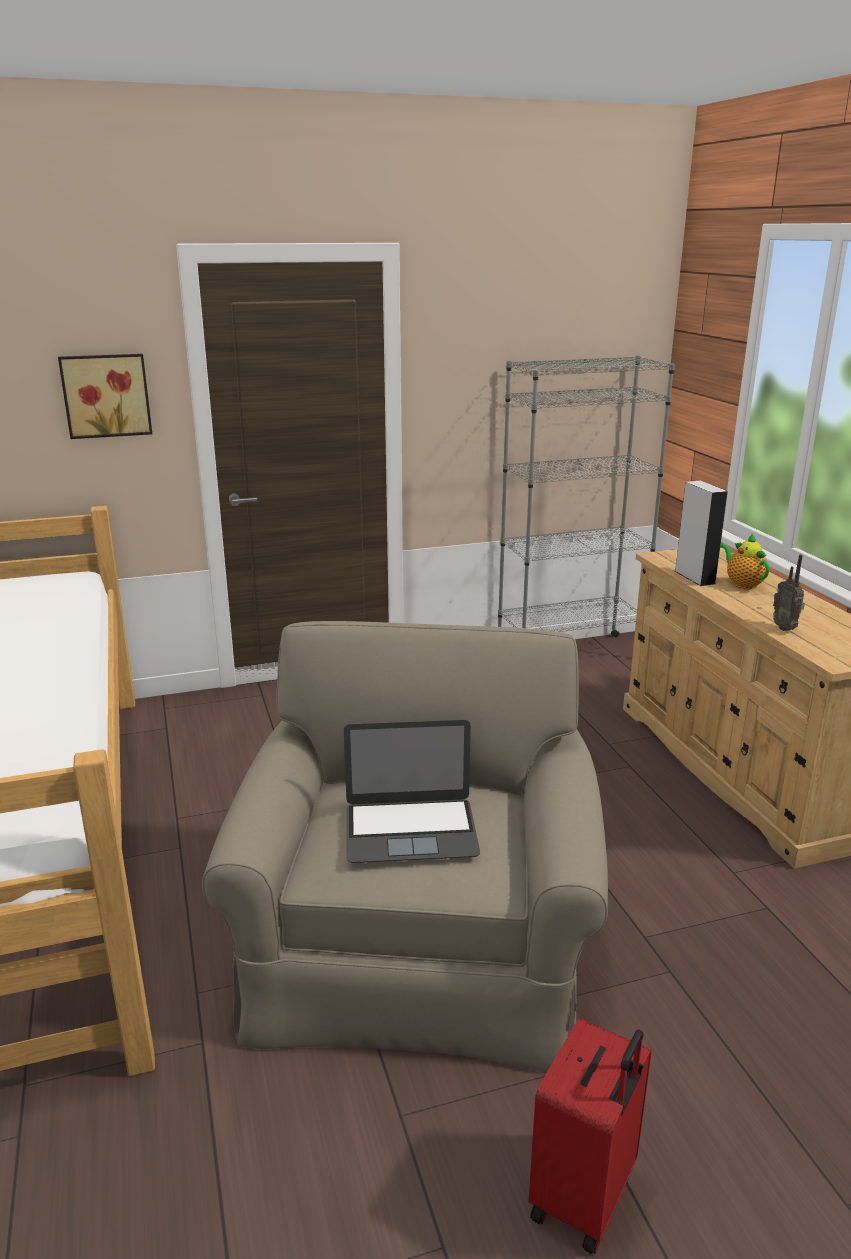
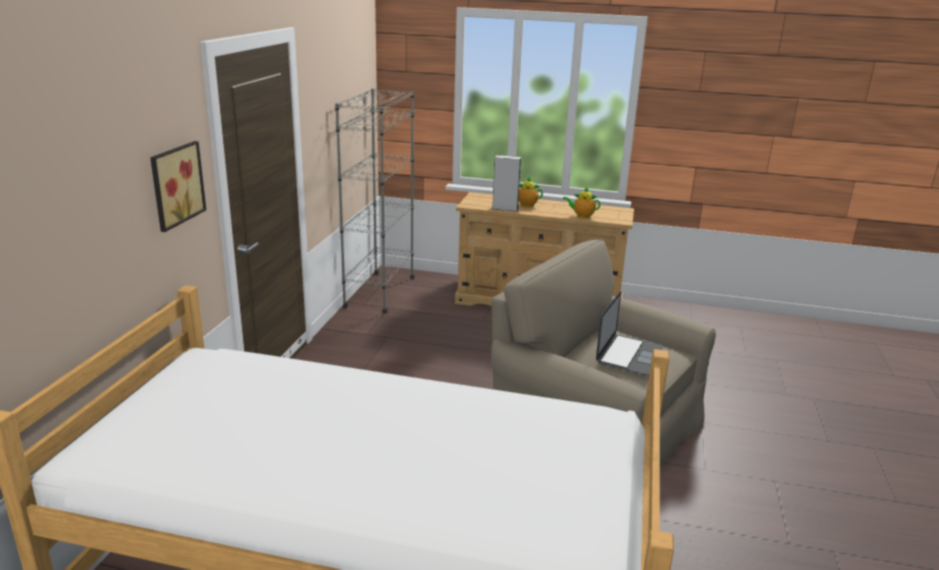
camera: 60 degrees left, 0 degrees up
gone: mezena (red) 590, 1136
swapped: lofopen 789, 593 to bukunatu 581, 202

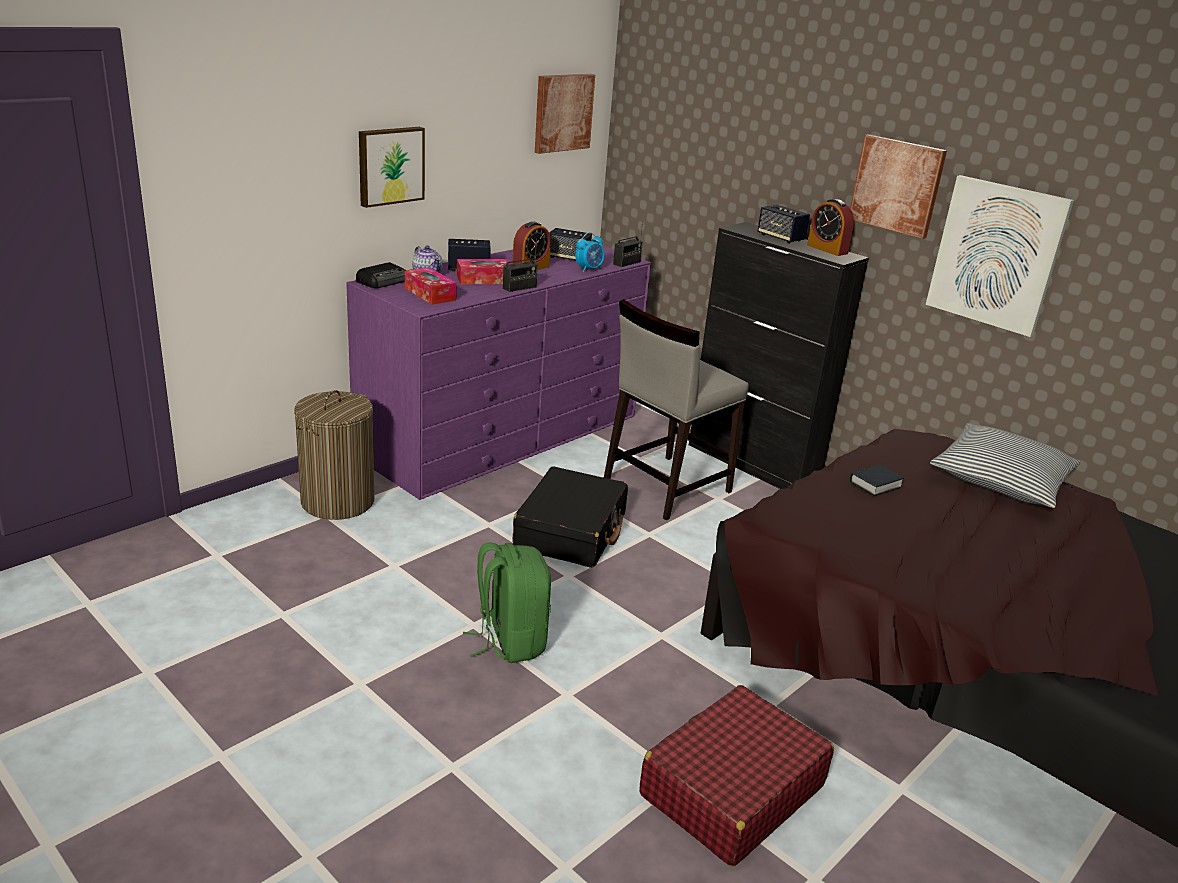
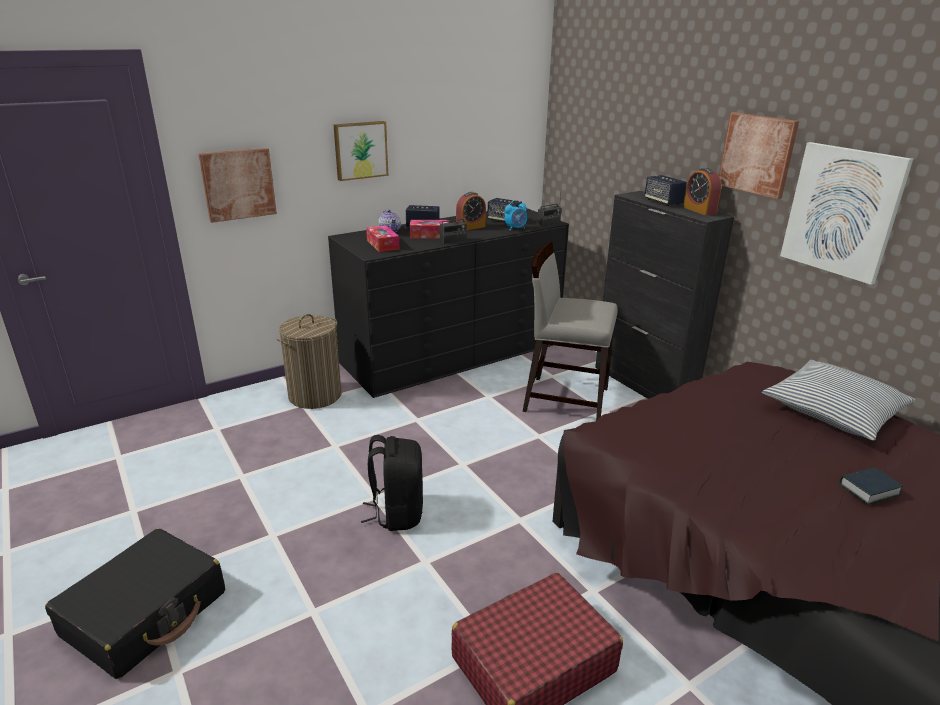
camera: 15 degrees right, 0 degrees up
gone: lofopen 381, 275
shifted: mezena (black) 570, 517 to 135, 603; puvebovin 565, 114 to 238, 185; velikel 877, 480 to 871, 485
repainted: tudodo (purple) 498, 372 to tudodo (black) 448, 303; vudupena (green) 507, 602 to vudupena (black) 392, 483
rotated: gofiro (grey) 676, 409 = 570, 331 45 degrees clockwise

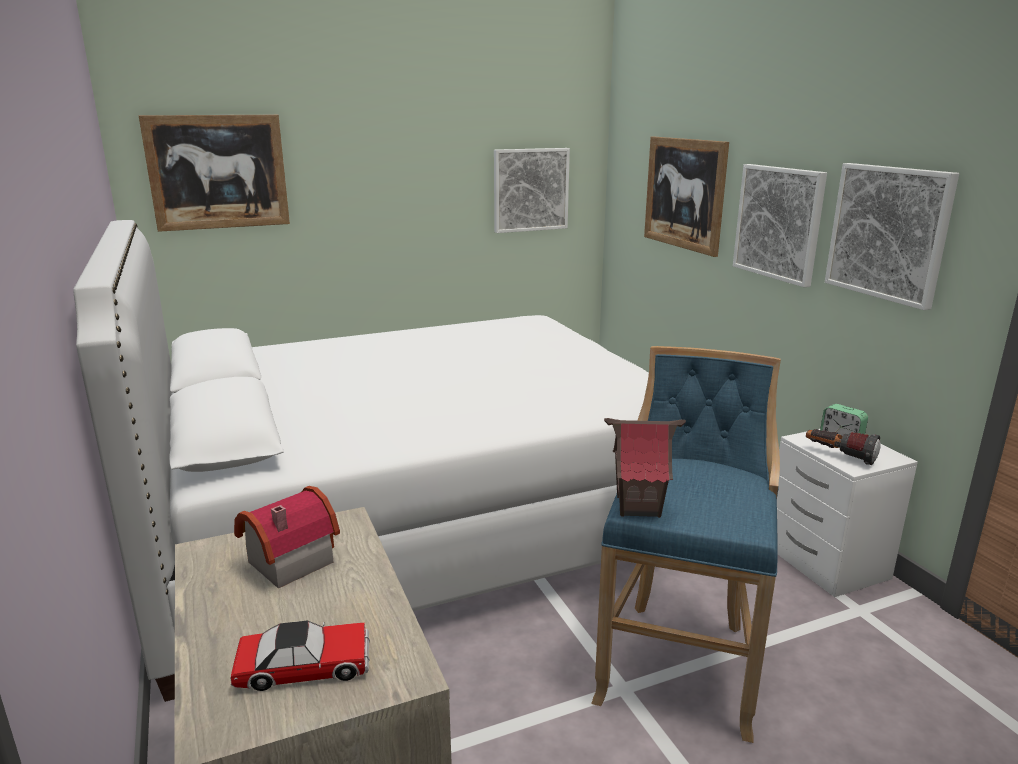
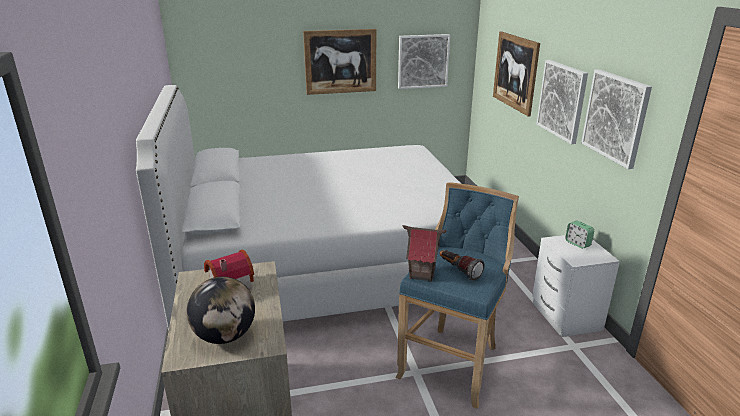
camera: 10 degrees right, 5 degrees up
shifted: puvebovin 214, 173 to 339, 62; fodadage 843, 447 to 462, 265
swapped: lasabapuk 300, 655 to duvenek 221, 310

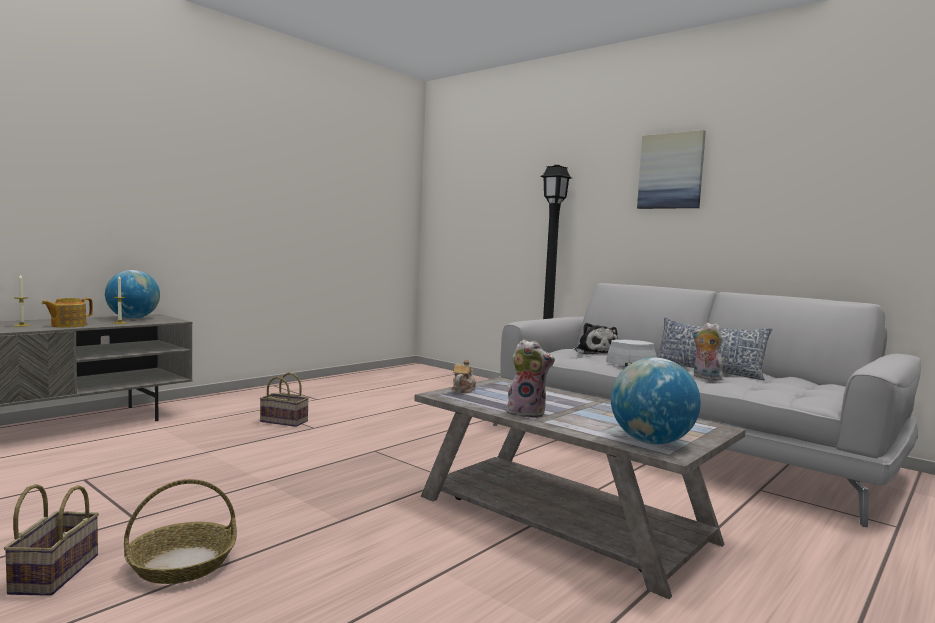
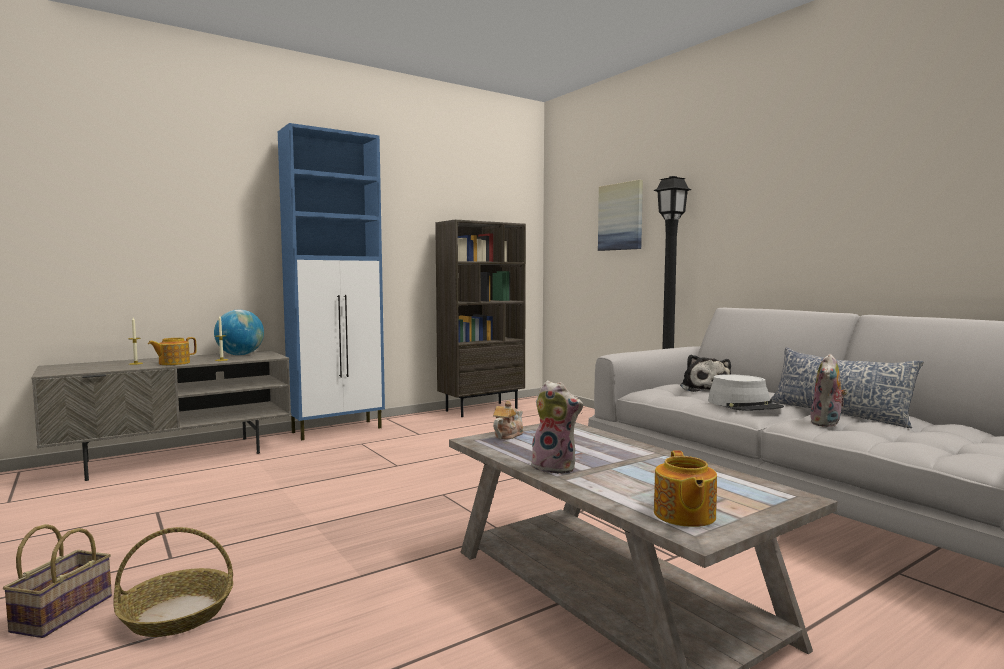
camera: 15 degrees right, 0 degrees up
gone: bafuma 284, 399
new: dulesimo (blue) 331, 281; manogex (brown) 480, 318
shifted: puvebovin 671, 169 to 620, 215
swapped: duvenek 656, 400 to bukunatu 685, 488
rotated: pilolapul 707, 352 = 829, 390 120 degrees counterclockwise

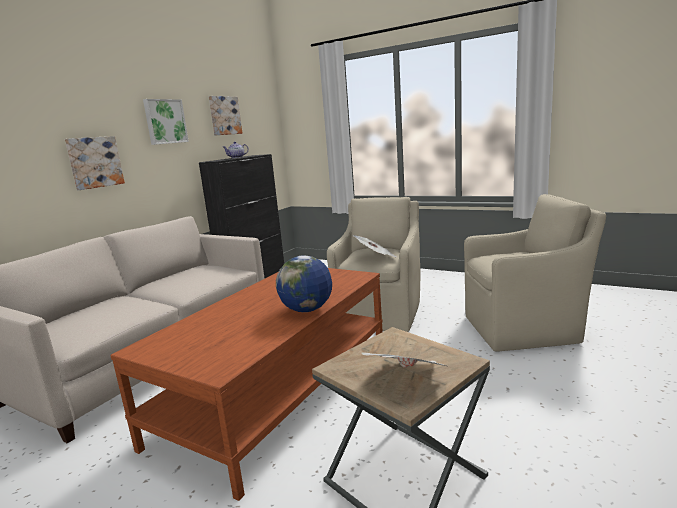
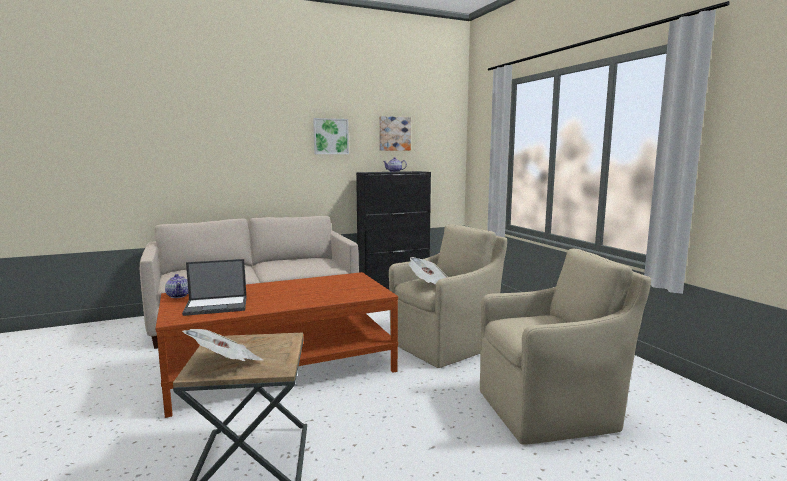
camera: 35 degrees right, 5 degrees down
gone: puvebovin 95, 163; duvenek 304, 283
new: bukunatu 176, 286; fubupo 214, 287
rotated: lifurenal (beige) 535, 272 = 565, 346 45 degrees counterclockwise

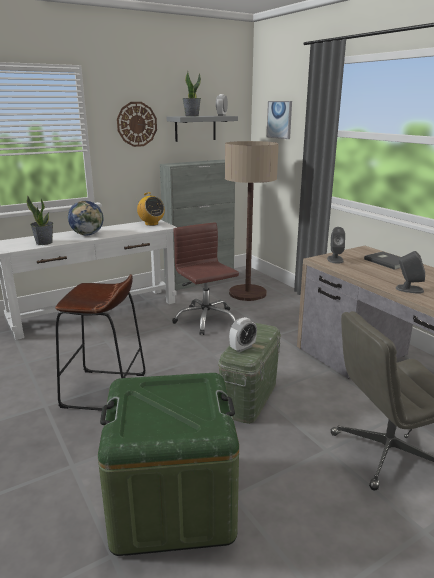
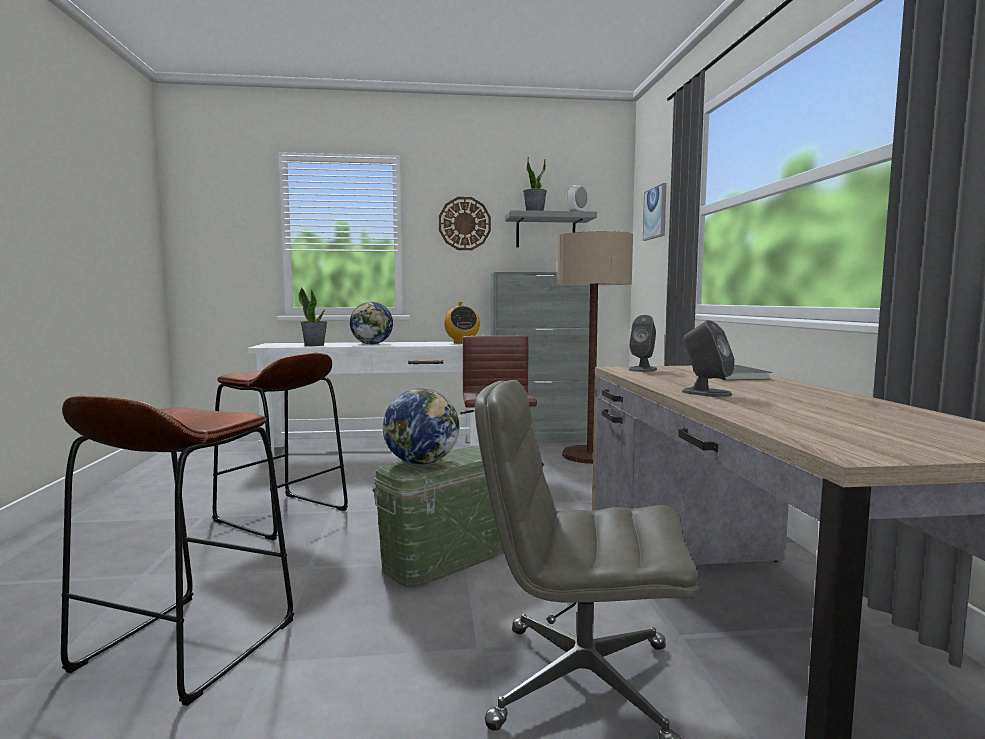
camera: 25 degrees right, 15 degrees down
swapped: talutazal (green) 168, 464 to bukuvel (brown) 177, 551; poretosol 243, 334 to duvenek 420, 427

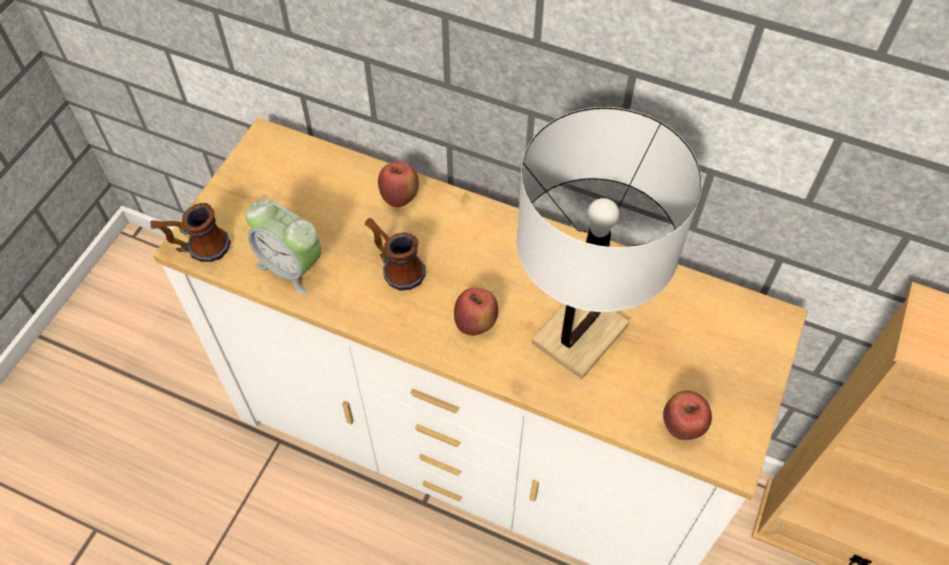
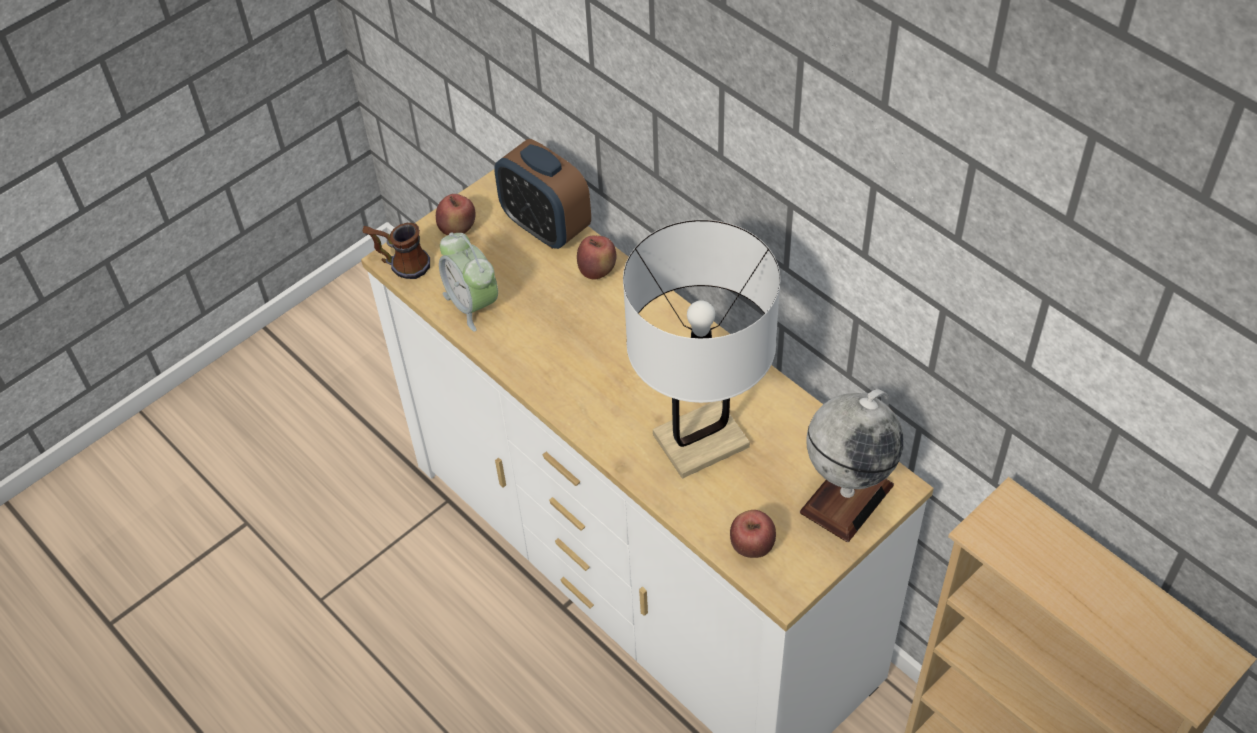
camera: 25 degrees right, 5 degrees down
gone: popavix 395, 254
new: poretosol 542, 194; duvenek 851, 465
shifted: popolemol 476, 312 to 456, 214

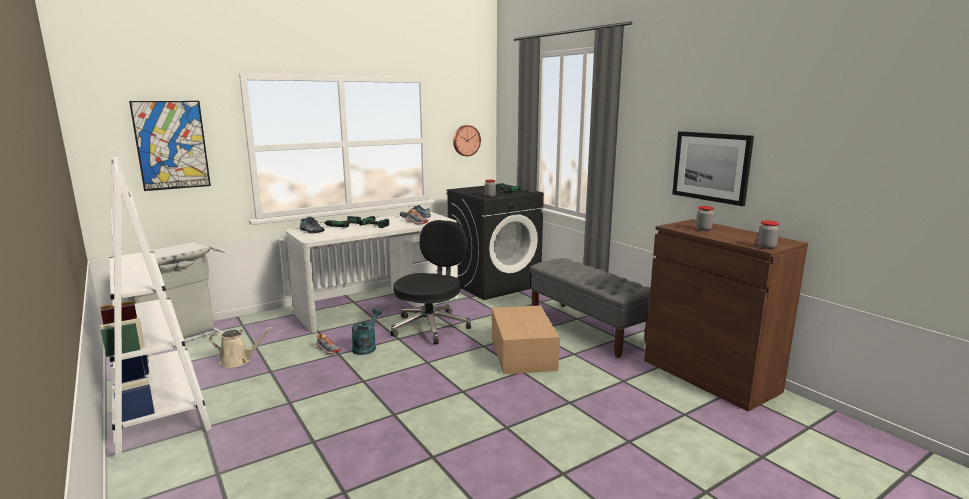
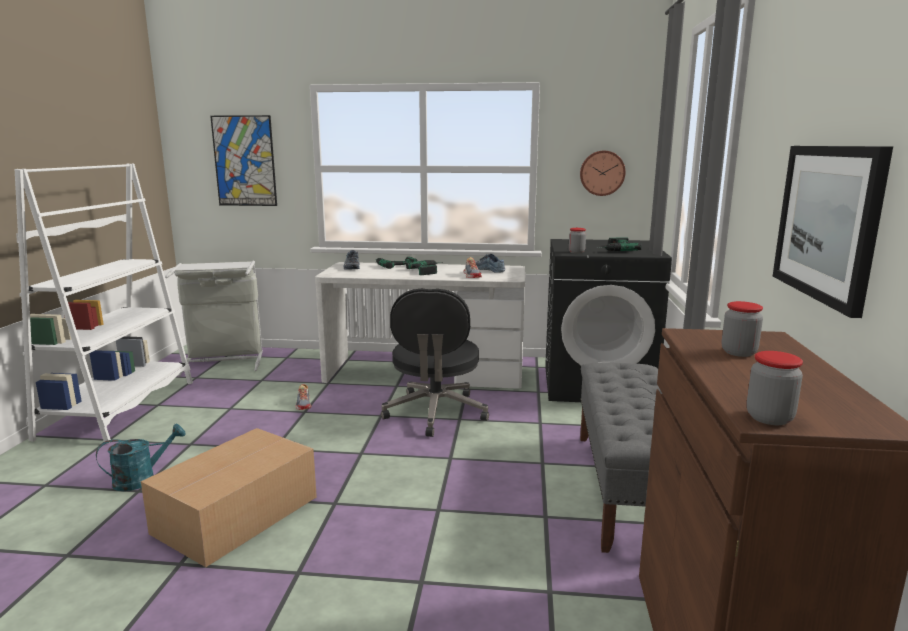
camera: 40 degrees right, 0 degrees up
gone: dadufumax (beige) 240, 347
shifted: dadufumax (turquoise) 366, 331 to 141, 457; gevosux 526, 340 to 229, 497
rotated: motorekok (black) 430, 282 = 435, 363 120 degrees clockwise

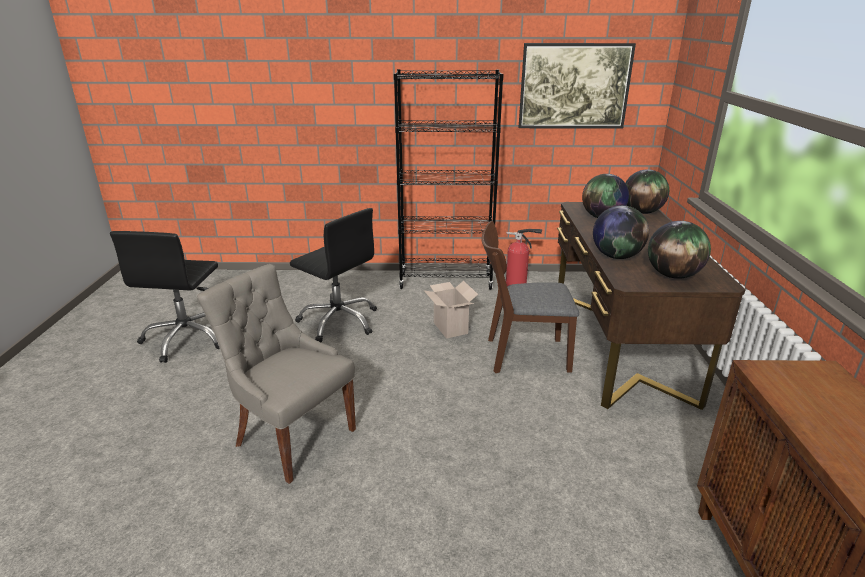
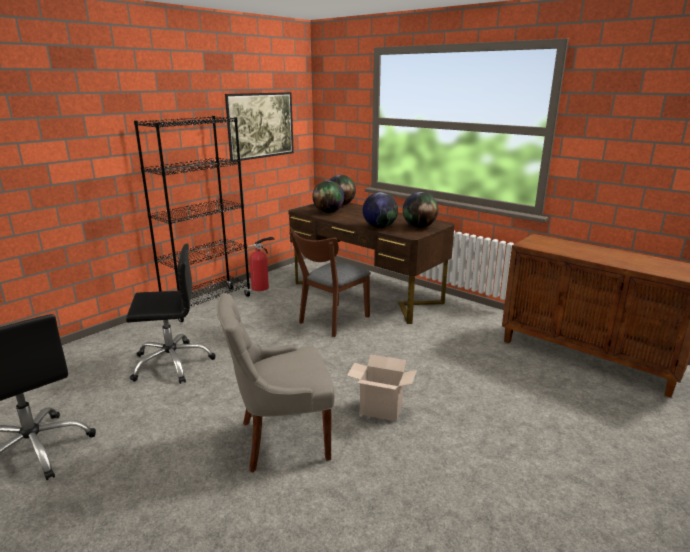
camera: 50 degrees left, 5 degrees down
shifted: gevosux 451, 310 to 382, 387

